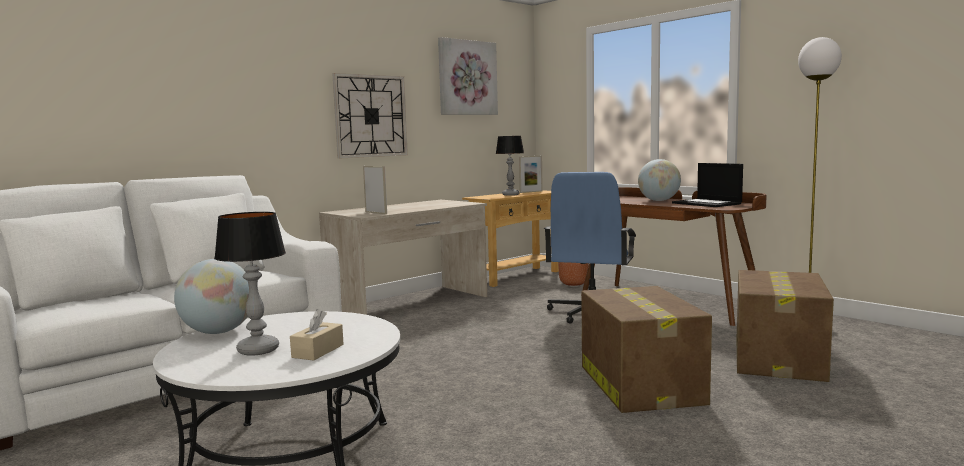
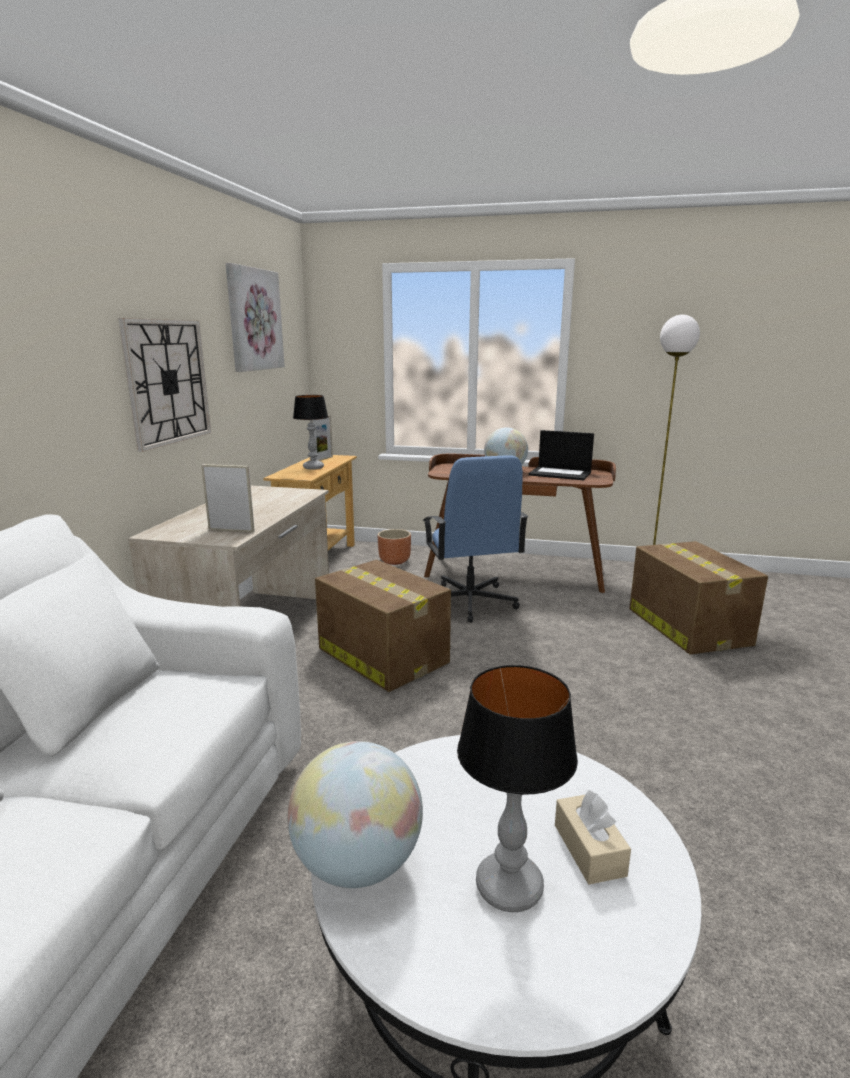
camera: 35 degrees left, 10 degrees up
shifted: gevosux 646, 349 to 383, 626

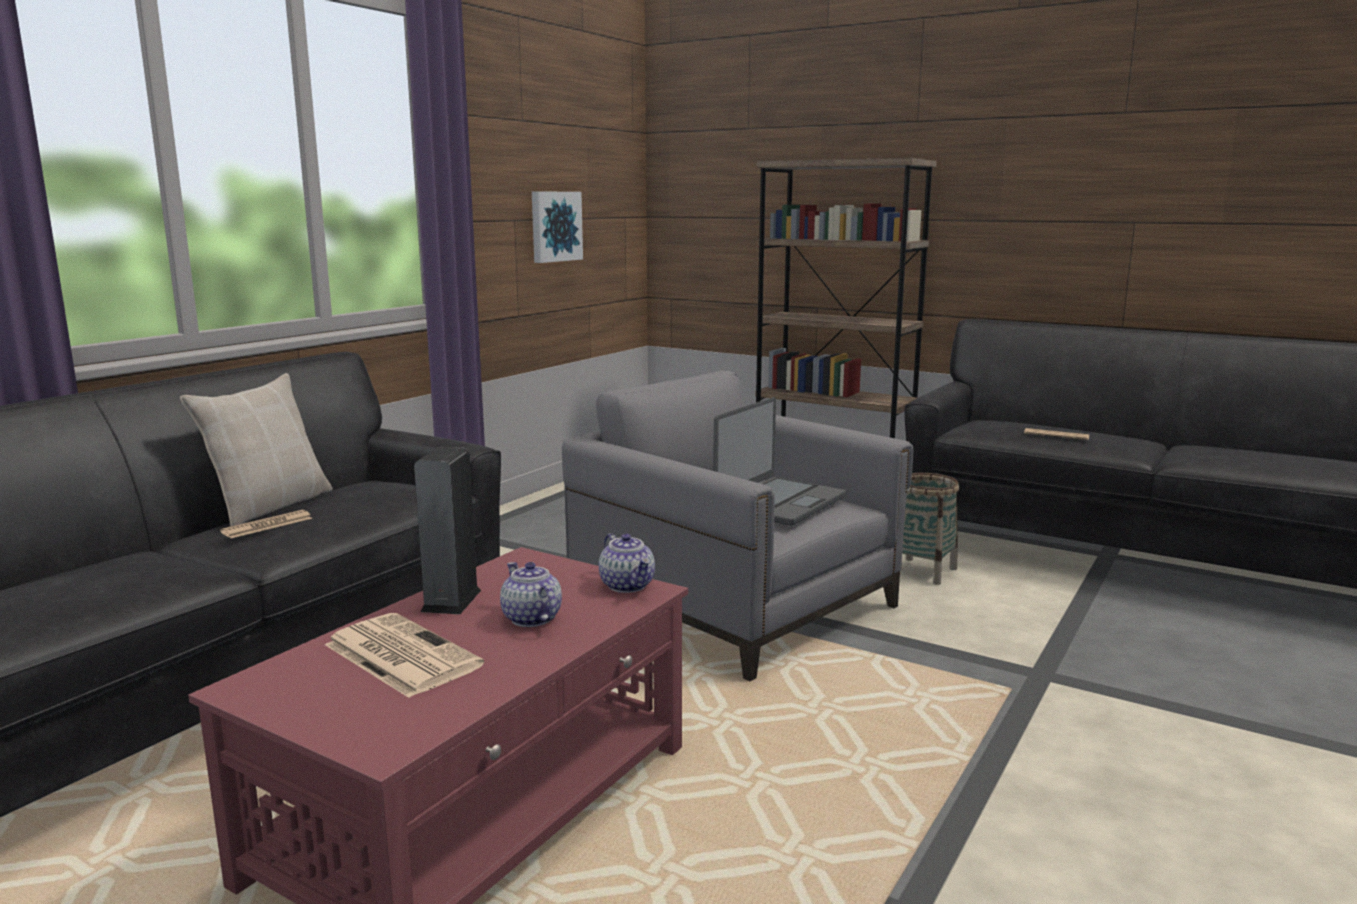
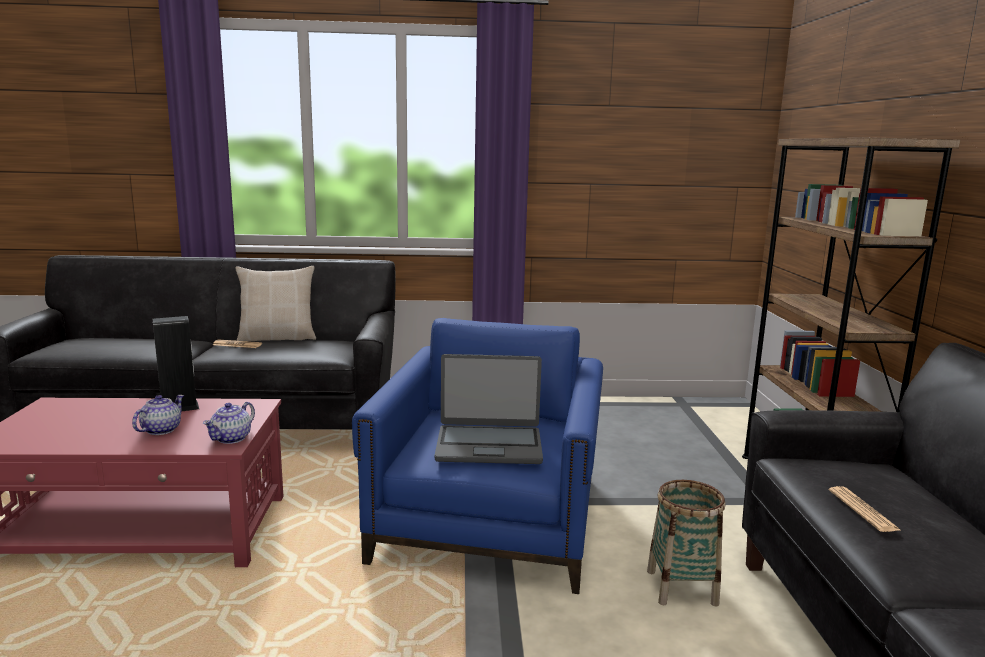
camera: 55 degrees right, 0 degrees up
gone: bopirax 404, 655; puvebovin 557, 227
repainted: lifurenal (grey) 737, 526 to lifurenal (blue) 477, 456

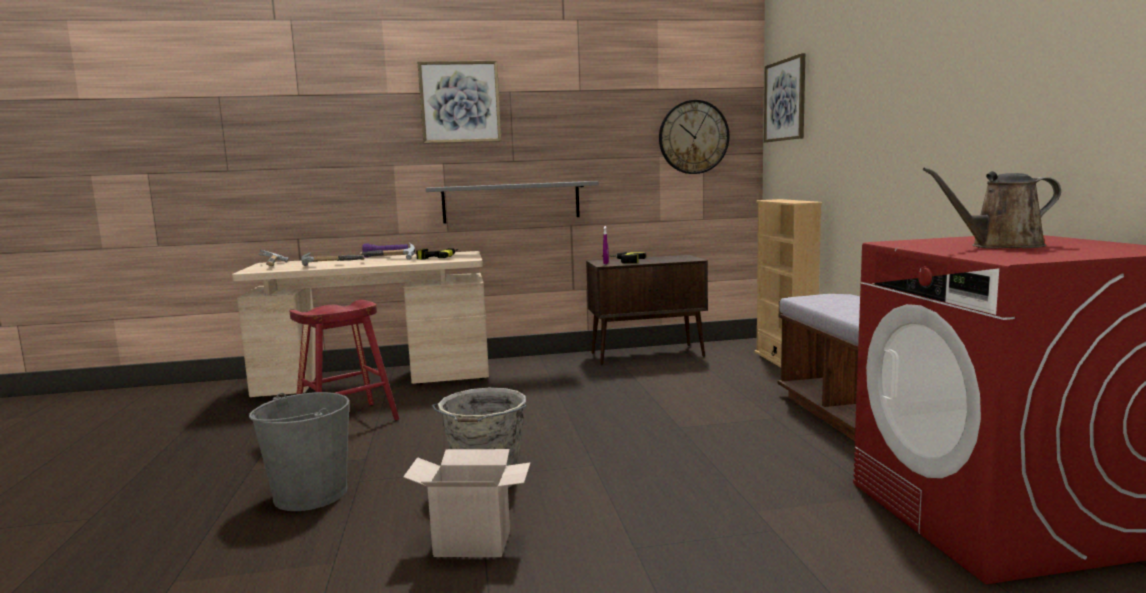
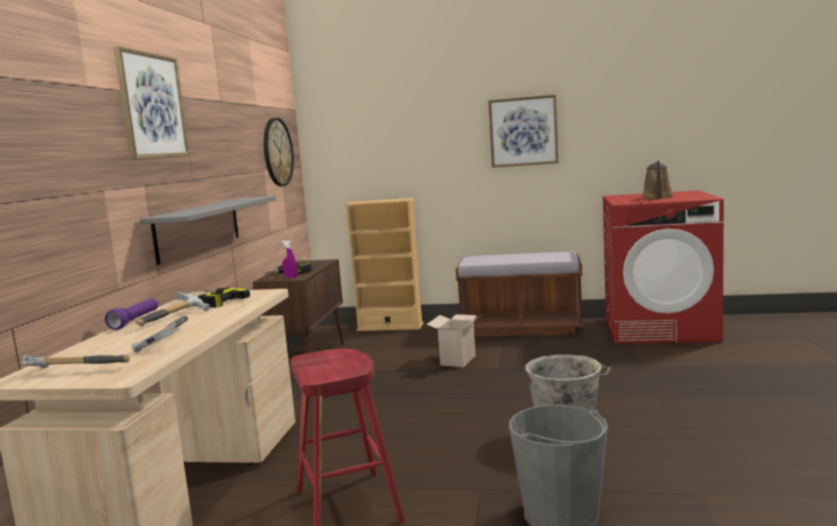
camera: 70 degrees left, 0 degrees up
shifted: gevosux 466, 503 to 454, 340; puvebovin 784, 98 to 523, 131

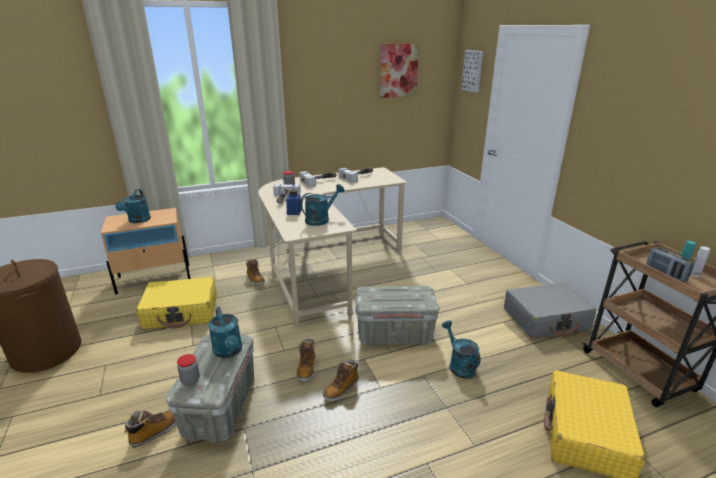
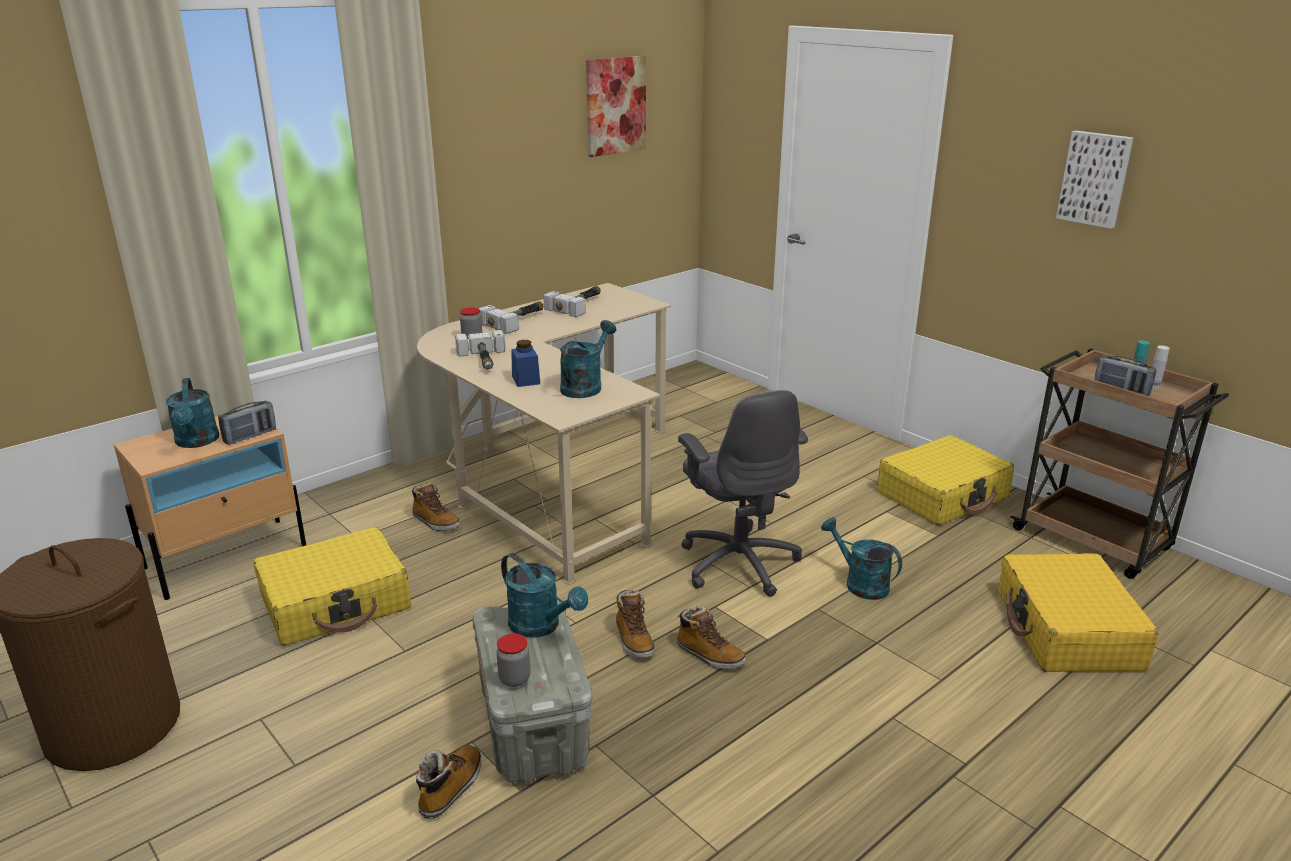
camera: 20 degrees left, 0 degrees up
new: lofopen 247, 423
shifted: puvebovin 472, 71 to 1094, 180
swapped: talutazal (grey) 397, 316 to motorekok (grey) 743, 493
repainted: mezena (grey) 550, 310 to mezena (yellow) 946, 480
rotated: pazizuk 341, 380 = 711, 638 75 degrees counterclockwise

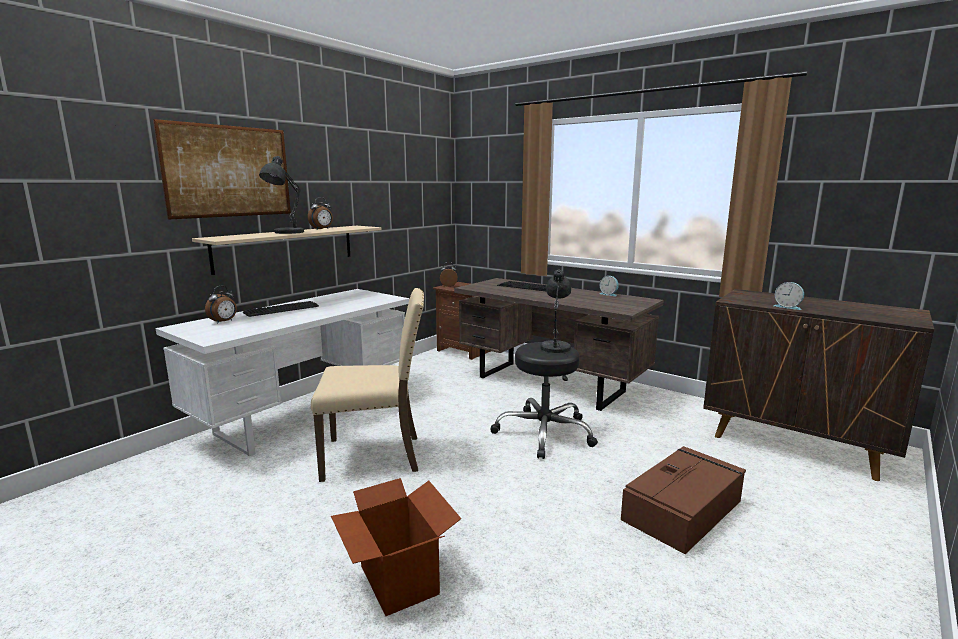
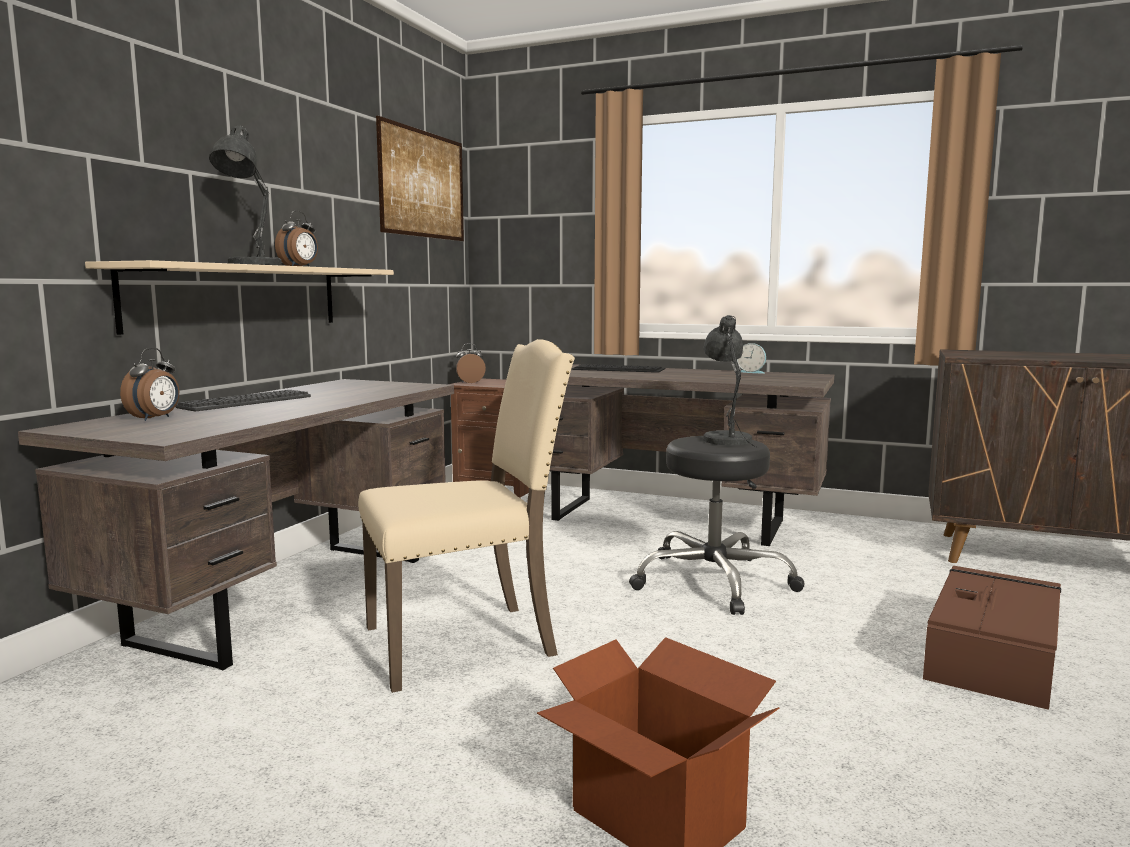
camera: 15 degrees left, 5 degrees down
gone: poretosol 789, 296
shifted: puvebovin 222, 169 to 420, 178
repainted: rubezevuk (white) 283, 372 to rubezevuk (brown) 236, 524

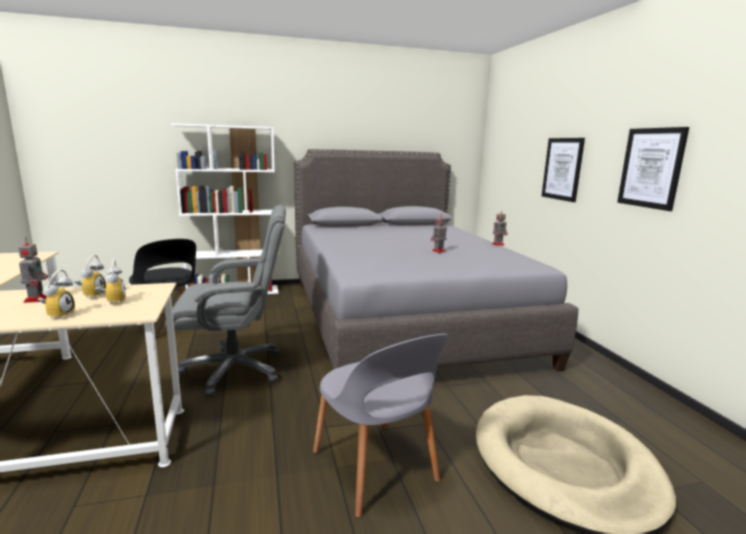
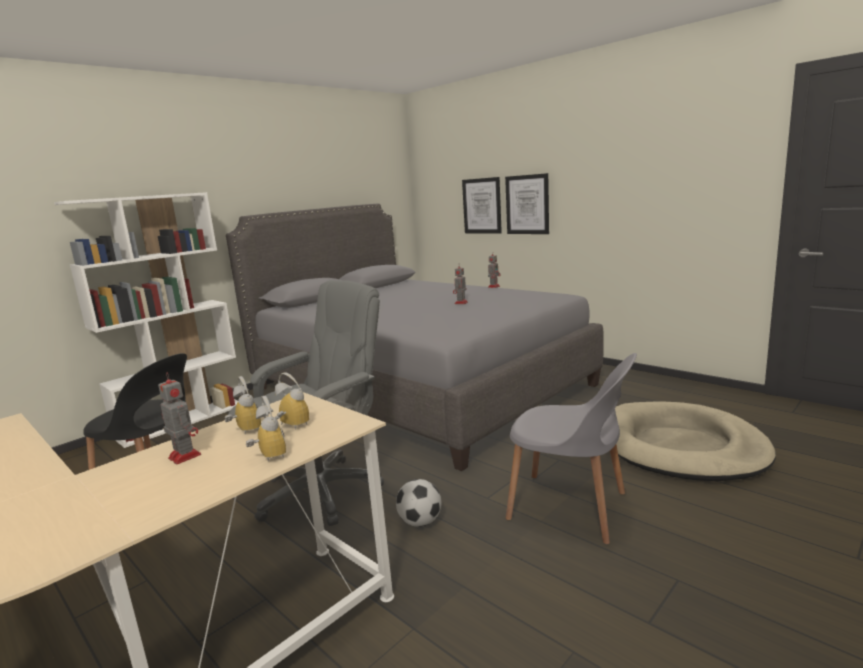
camera: 30 degrees left, 0 degrees up
new: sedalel 418, 503
shifted: puvebovin 653, 169 to 482, 205

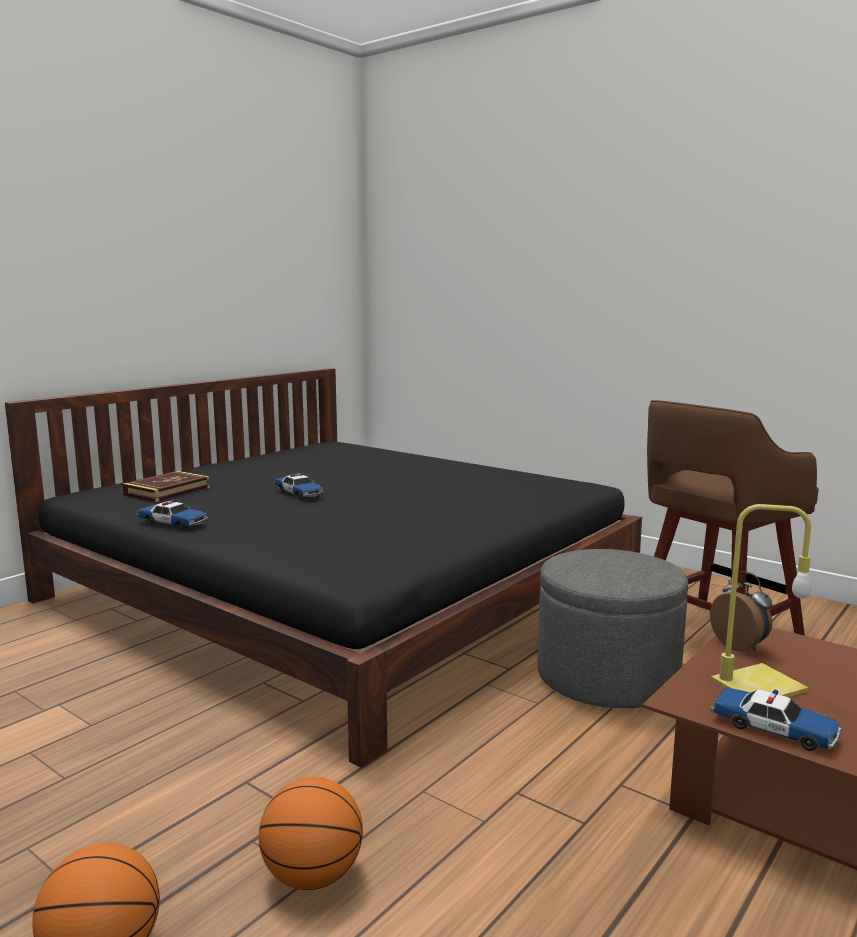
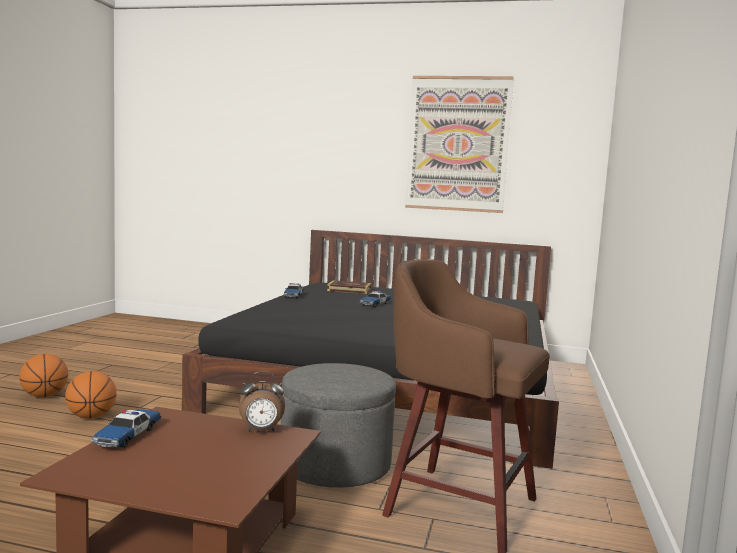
camera: 65 degrees right, 5 degrees down
gone: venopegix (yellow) 761, 600
new: puvebovin 459, 144
rotated: poretosol 741, 611 = 262, 401 45 degrees clockwise

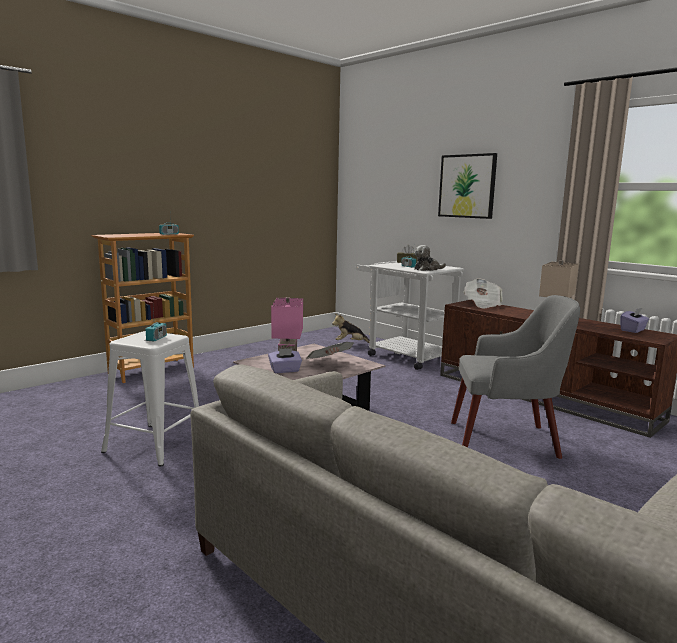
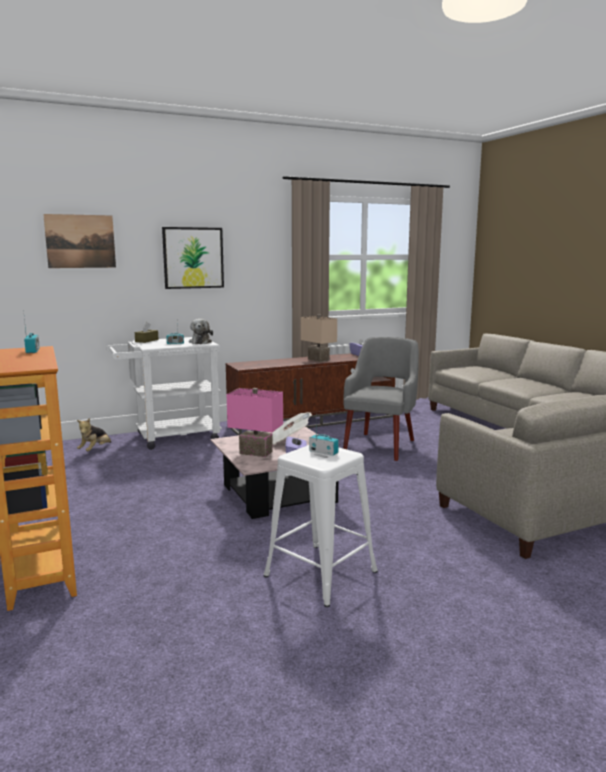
camera: 70 degrees left, 0 degrees up
gone: bopirax 483, 293
new: puvebovin 79, 241

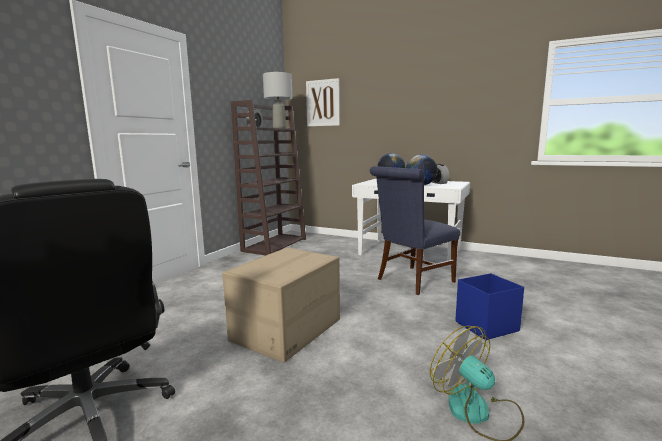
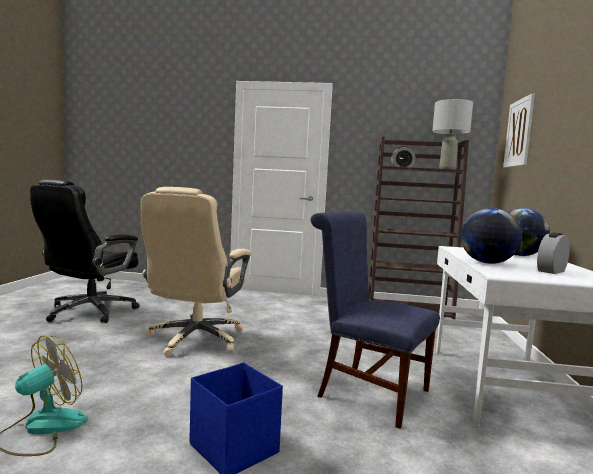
camera: 70 degrees right, 5 degrees down
swapped: gevosux 281, 305 to motorekok (beige) 195, 272

